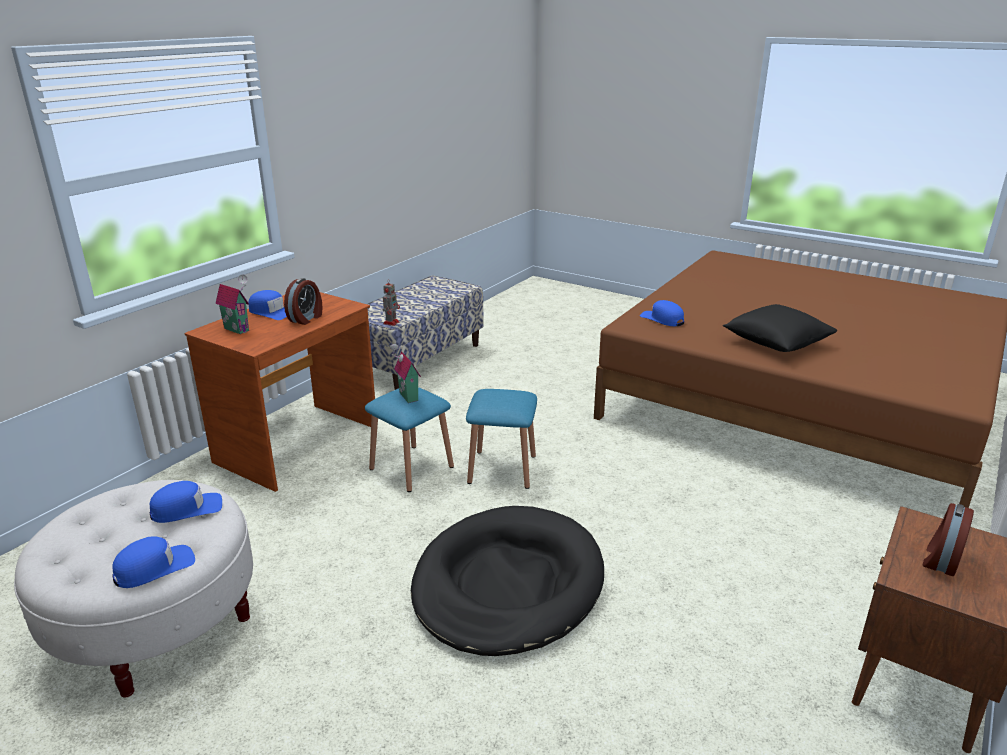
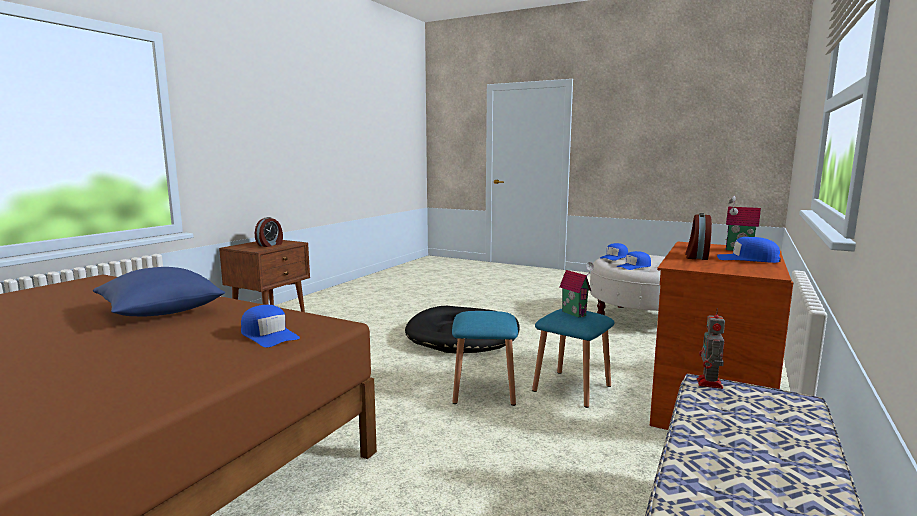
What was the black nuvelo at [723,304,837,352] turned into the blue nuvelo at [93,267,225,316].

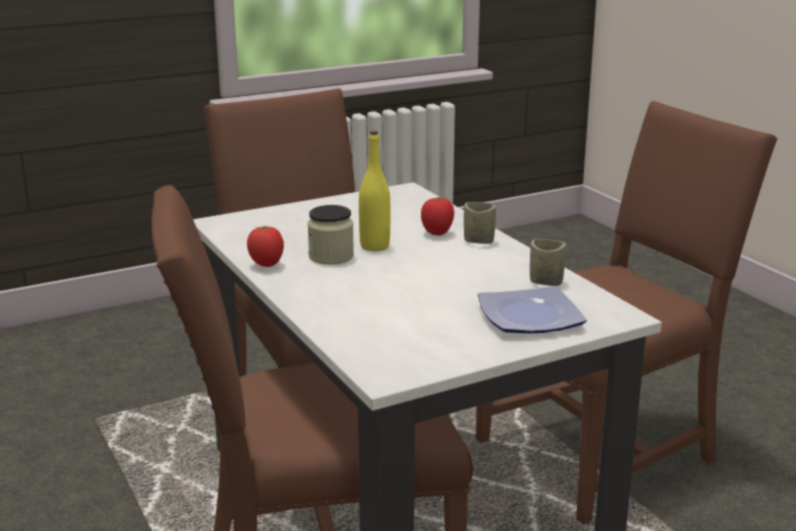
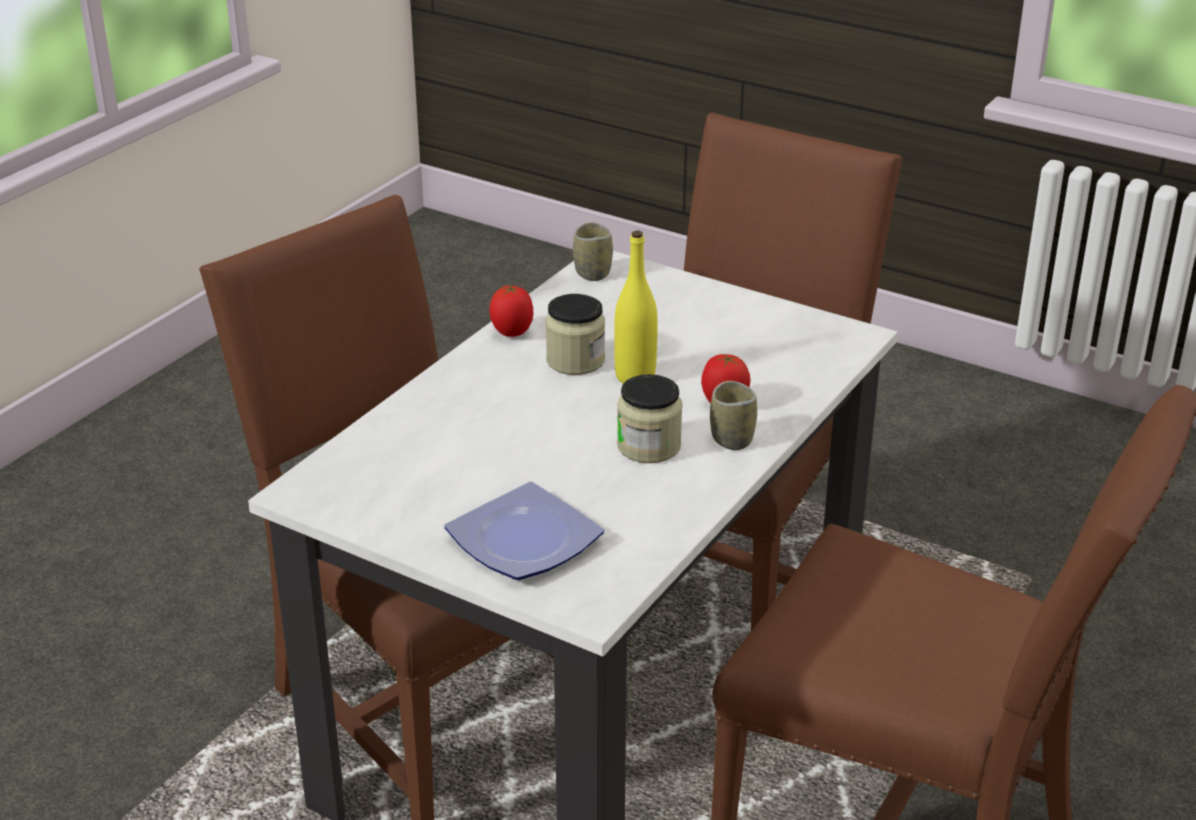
The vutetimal ended up elsewhere, having gone from [530,239,566,286] to [573,222,613,281]. The second view gained the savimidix at [617,374,683,463].

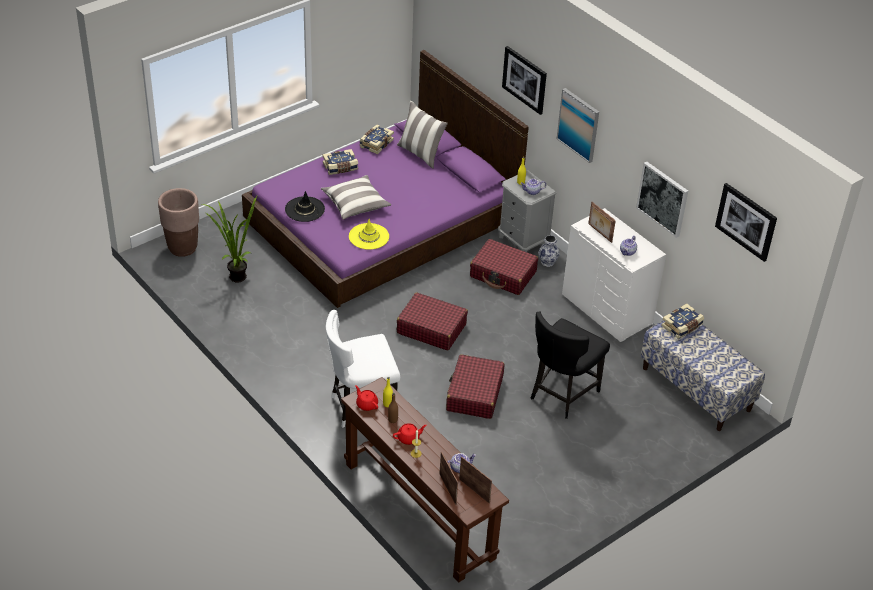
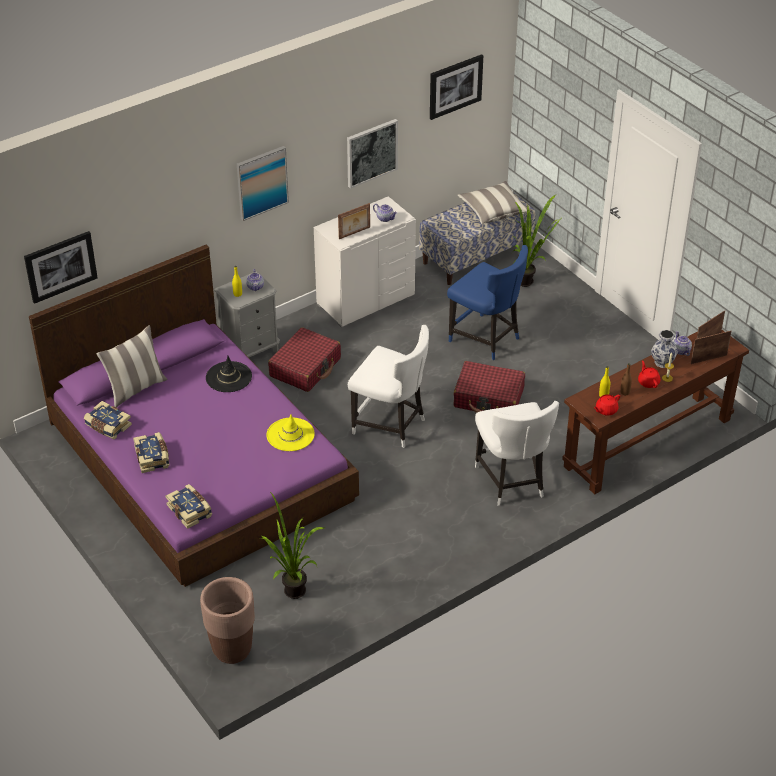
The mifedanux ended up elsewhere, having gone from [502,46,547,115] to [24,231,98,304]. The nuvelo ended up elsewhere, having gone from [321,175,391,220] to [457,181,532,224]. The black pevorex ended up elsewhere, having gone from [285,191,325,222] to [206,356,252,392]. The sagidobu ended up elsewhere, having gone from [538,235,560,267] to [651,330,678,368]. Where the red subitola stood at [397,293,468,350], the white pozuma came to stand at [348,325,429,448]. The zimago ended up elsewhere, having gone from [661,303,704,339] to [166,484,212,529]. What was the black pozuma at [531,312,610,419] turned into the blue pozuma at [447,245,528,360]. The second view gained the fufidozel at [512,195,561,287].

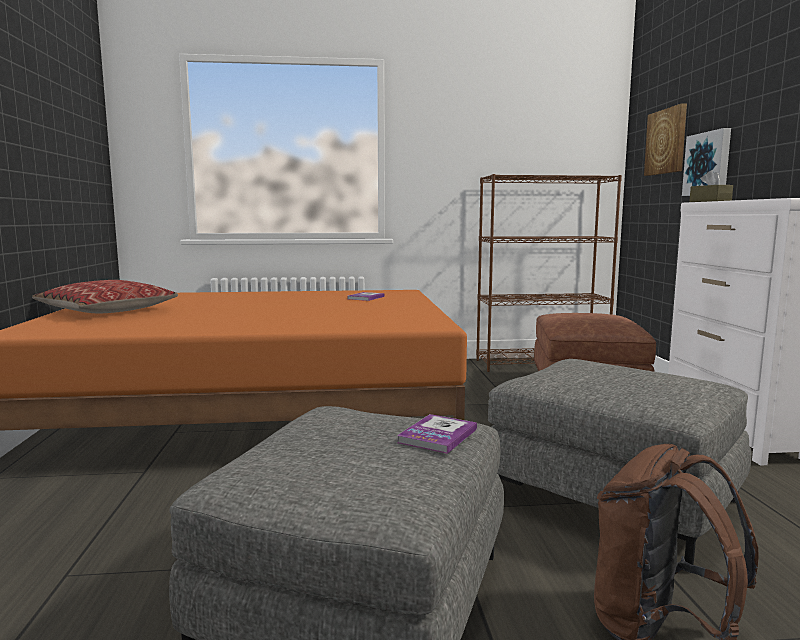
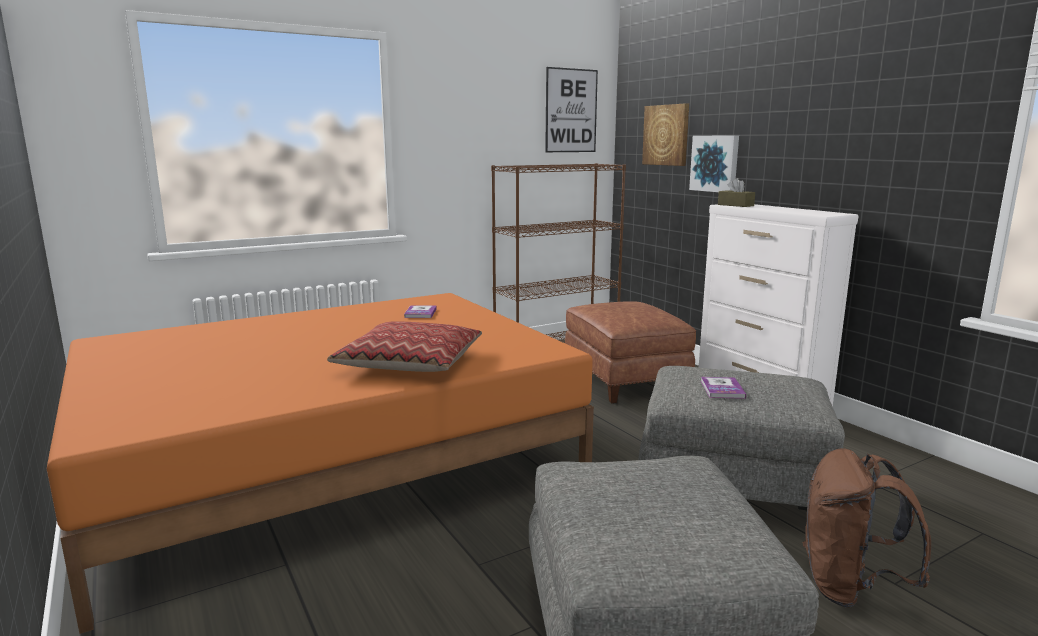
The nuvelo ended up elsewhere, having gone from [32,280,178,313] to [327,321,482,372]. The zimago ended up elsewhere, having gone from [397,414,477,454] to [701,377,746,399]. The second view gained the mifedanux at [545,67,598,152].

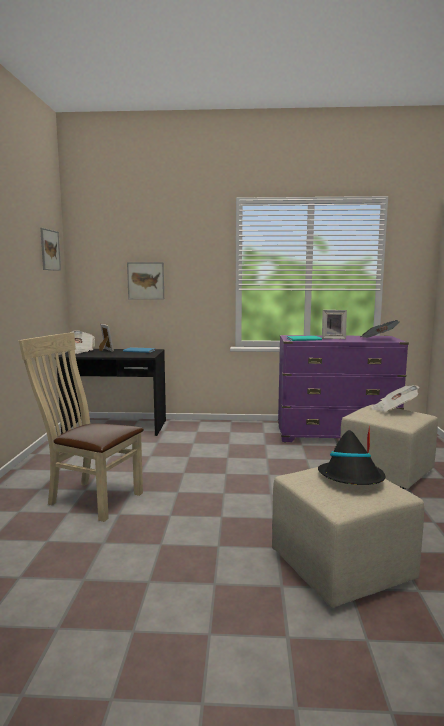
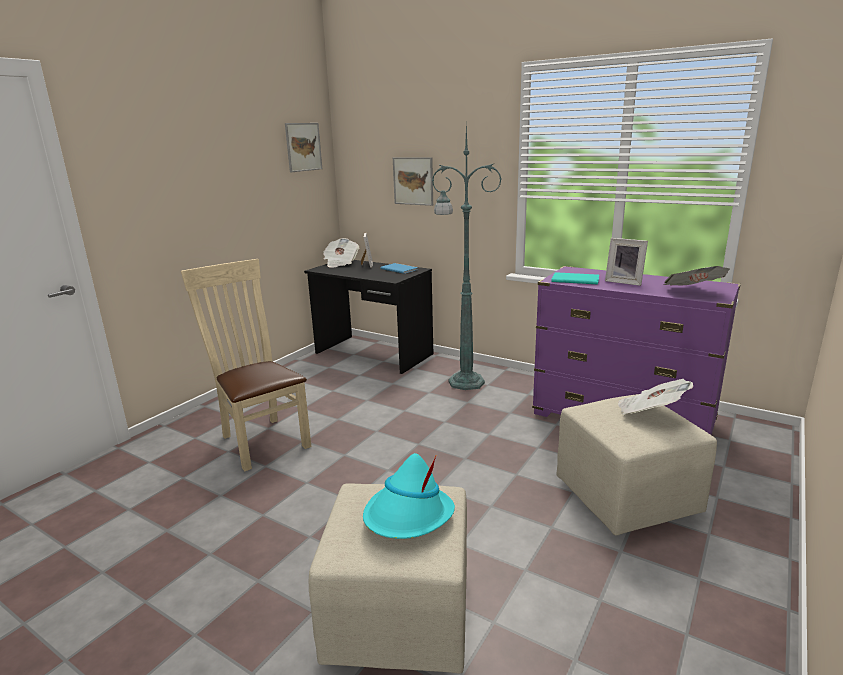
What was the black pevorex at [318,426,385,485] turned into the turquoise pevorex at [363,453,455,539]. The second view gained the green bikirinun at [432,124,502,390].

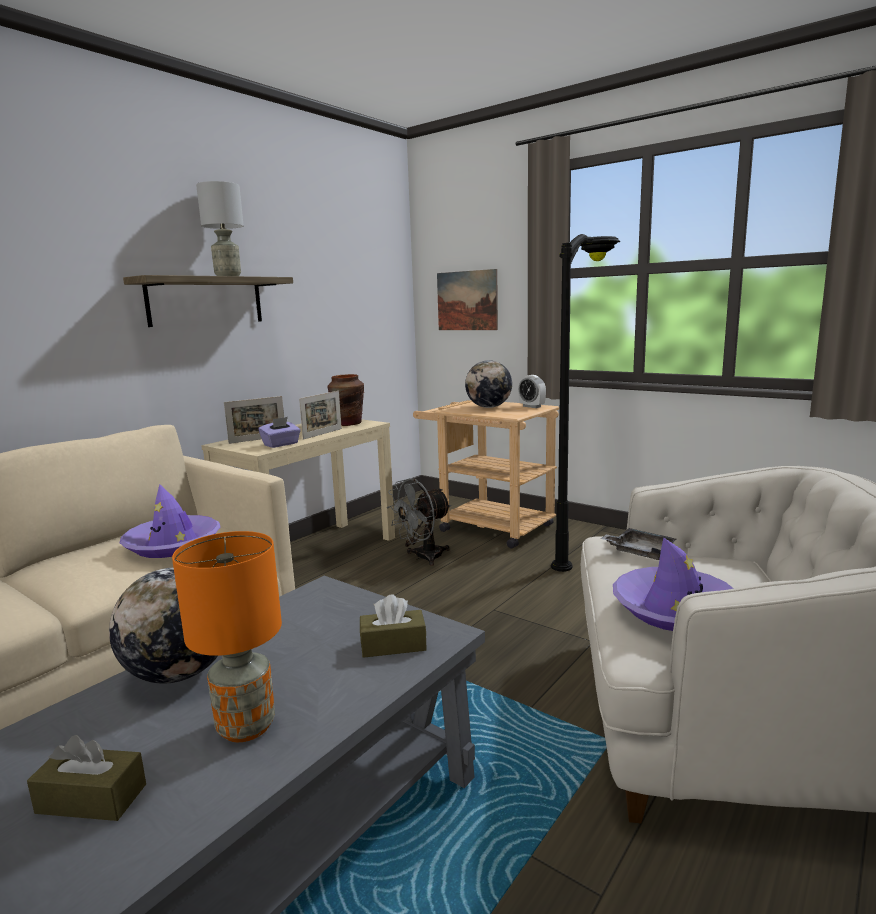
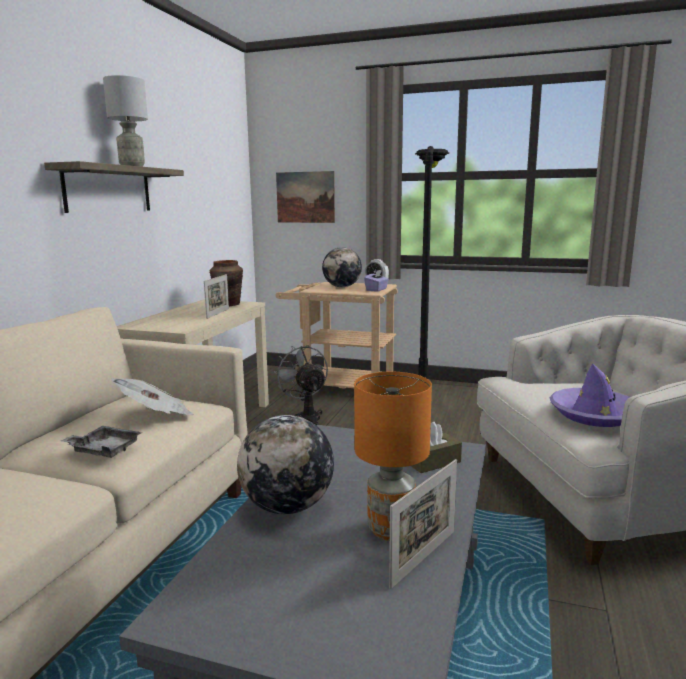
The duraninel ended up elsewhere, having gone from [224,396,284,444] to [389,459,457,589]. The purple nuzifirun ended up elsewhere, having gone from [259,417,301,448] to [364,270,389,292]. The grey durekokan at [387,478,451,566] ended up facing another way, 120 degrees clockwise from before. Where the purple pevorex stood at [120,484,220,558], the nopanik came to stand at [111,378,194,415]. The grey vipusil ended up elsewhere, having gone from [600,528,676,560] to [61,426,142,458]. The second view lost the brown nuzifirun at [27,735,146,821].

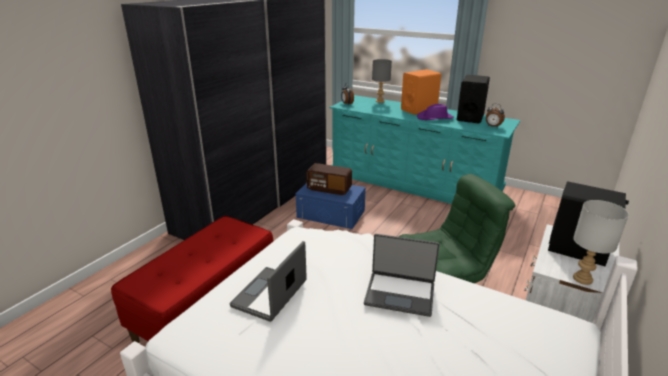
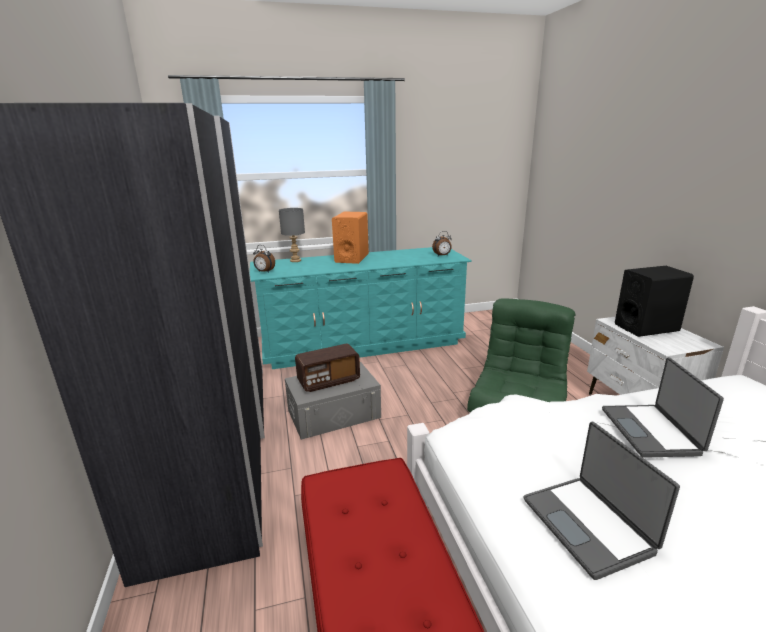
The second view lost the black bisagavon at [457,75,490,124]. The second view lost the purple pevorex at [417,104,454,120]. What was the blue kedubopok at [296,183,366,229] turned into the grey kedubopok at [285,362,381,440]. The second view lost the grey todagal at [573,200,629,285]. The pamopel at [364,234,439,317] ended up facing another way, 120 degrees clockwise from before.

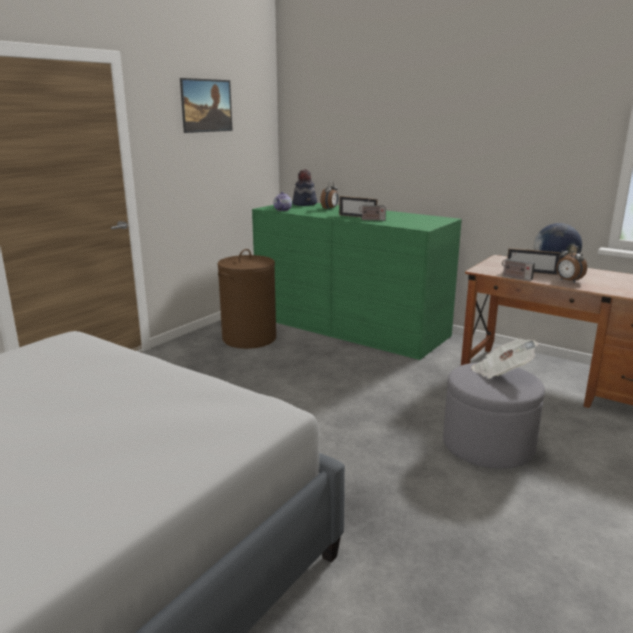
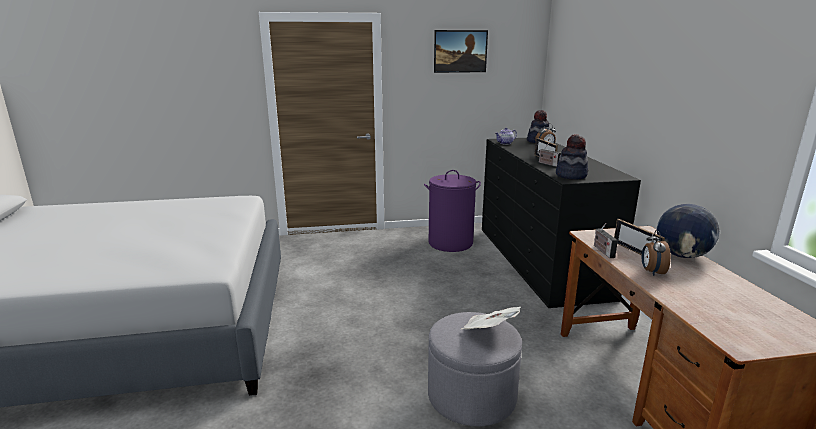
What was the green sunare at [252,201,462,360] turned into the black sunare at [482,138,641,308]. What was the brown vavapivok at [217,249,276,349] turned into the purple vavapivok at [424,170,481,252]. The second view gained the pevorex at [556,134,588,180].

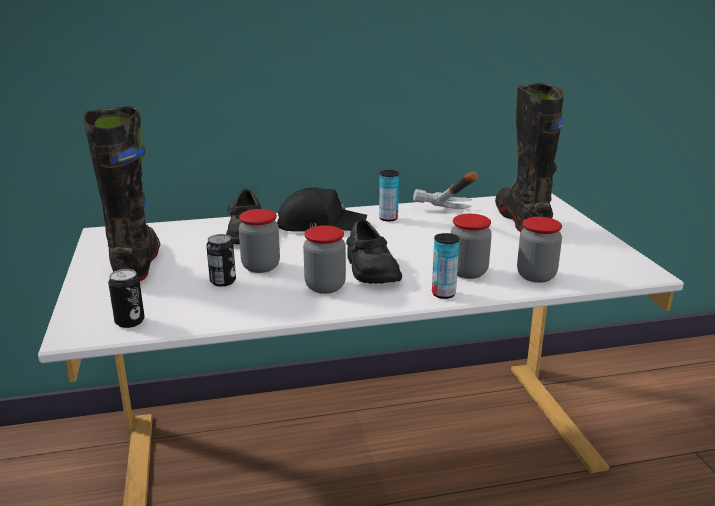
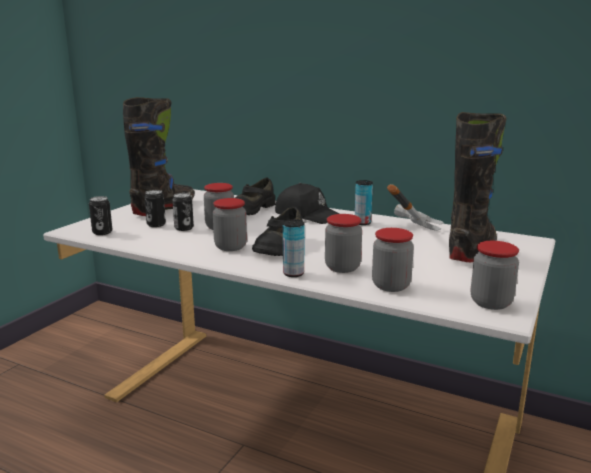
The second view gained the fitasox at [144,190,166,227]. The second view gained the savimidix at [471,241,519,310].

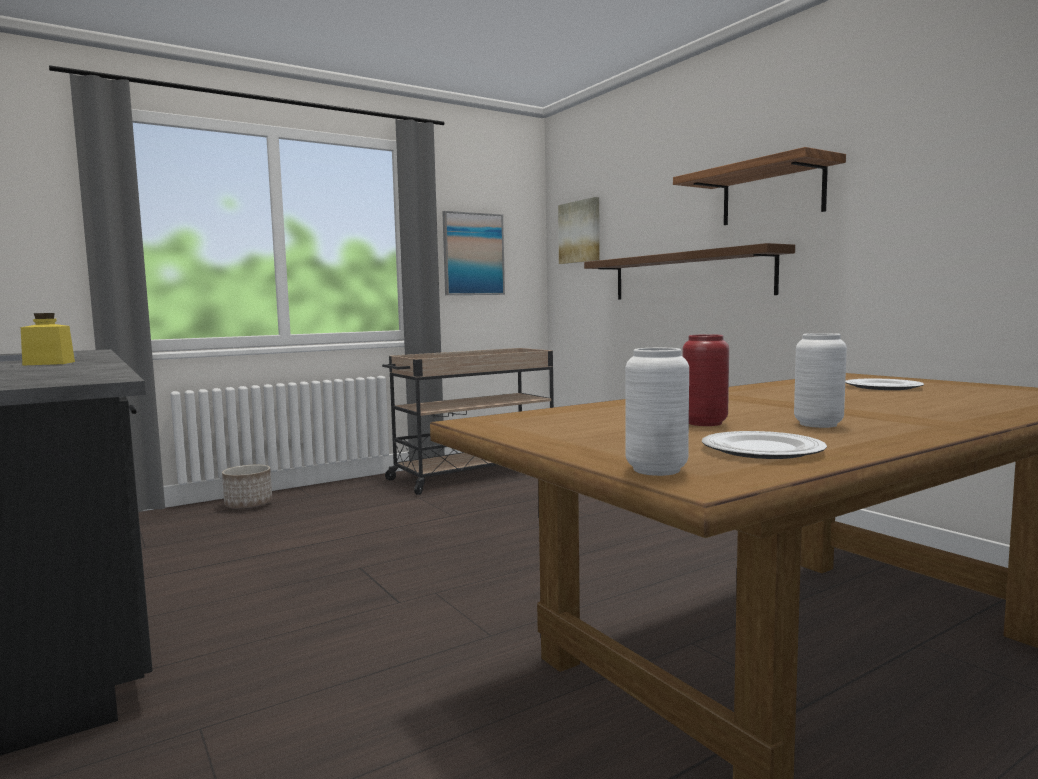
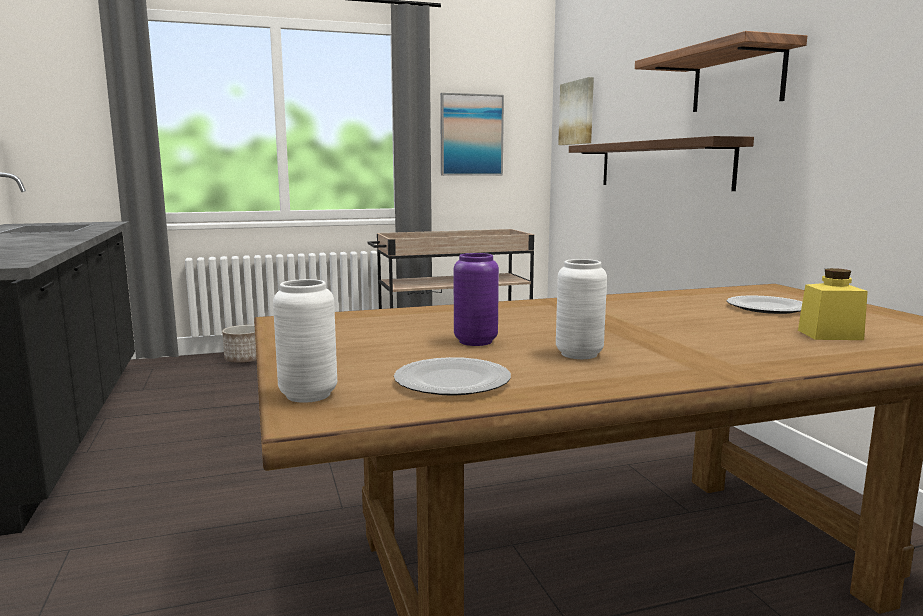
The yellow savimidix ended up elsewhere, having gone from [21,313,75,366] to [798,268,868,340]. What was the red sagidobu at [683,334,729,426] turned into the purple sagidobu at [454,253,499,346].

